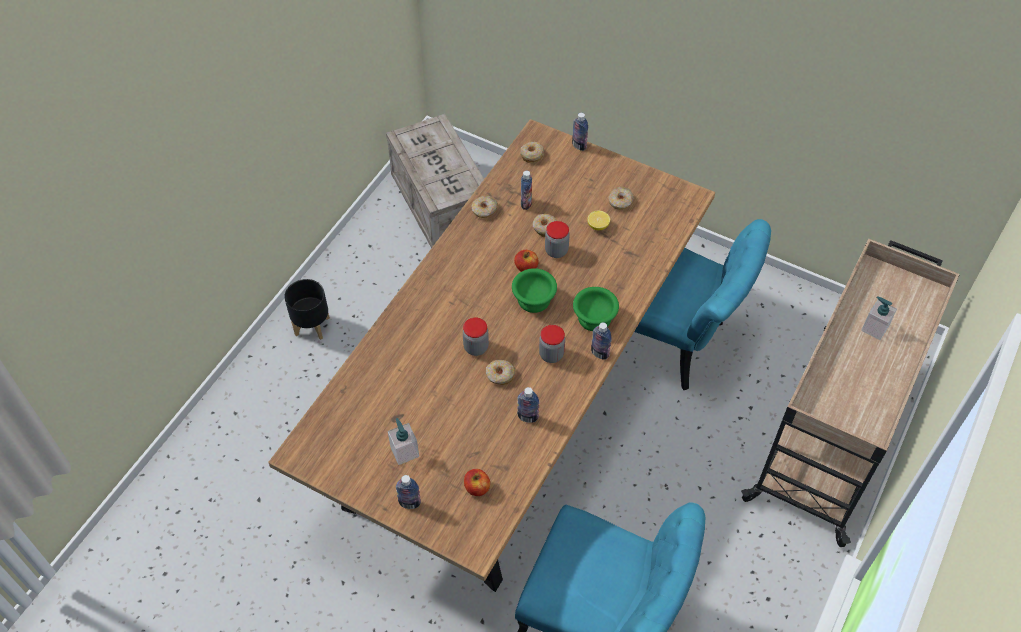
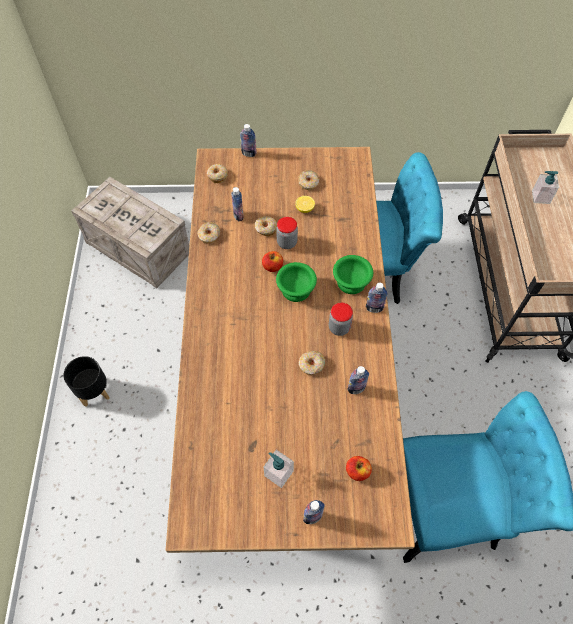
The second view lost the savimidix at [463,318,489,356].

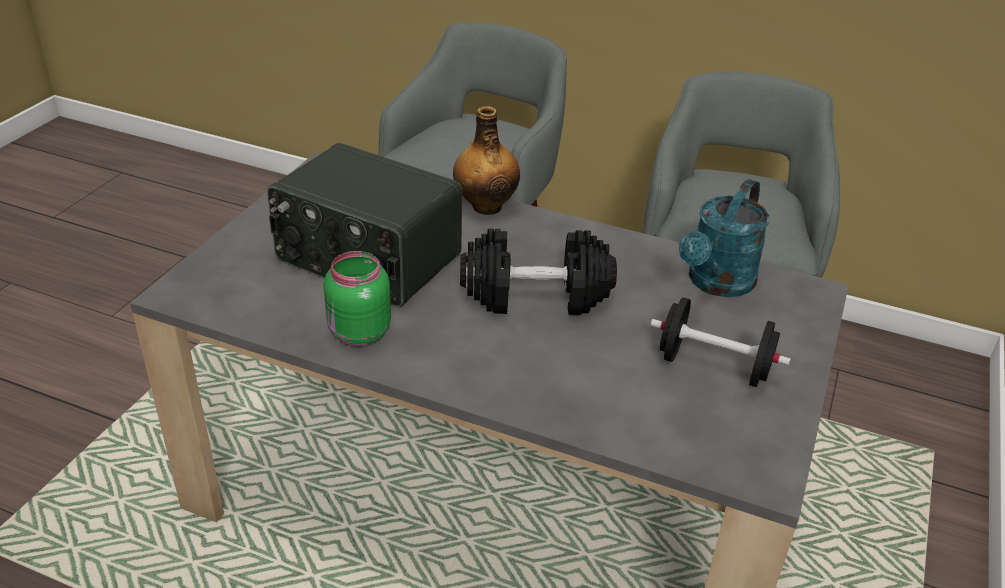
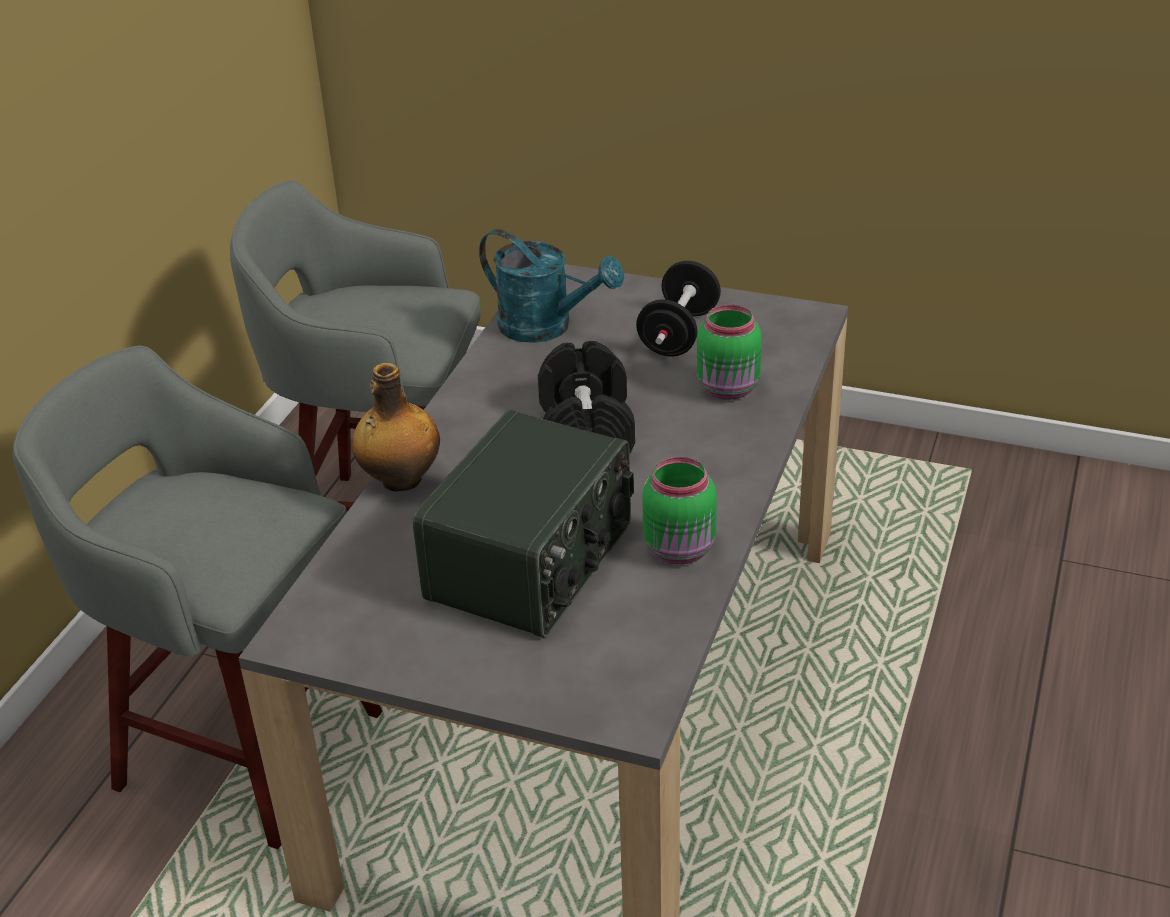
The second view gained the green savimidix at [697,304,762,400].

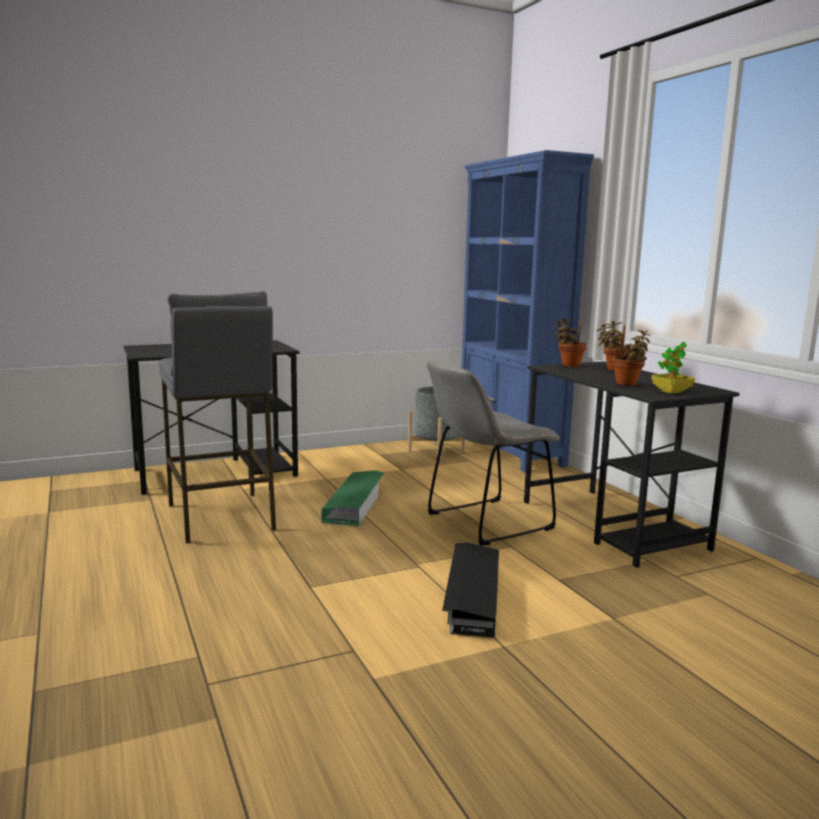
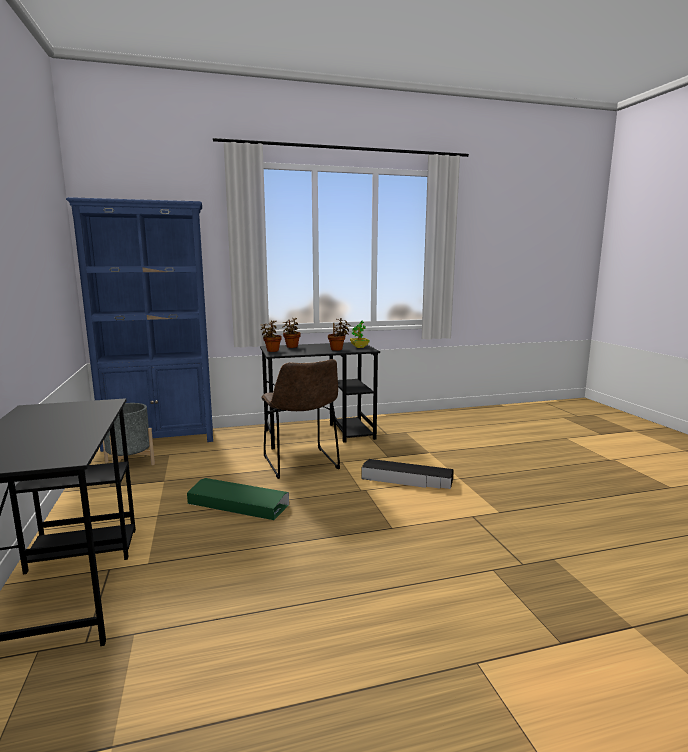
The second view lost the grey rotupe at [159,291,276,543]. What was the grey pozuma at [427,360,560,545] turned into the brown pozuma at [261,359,340,479].

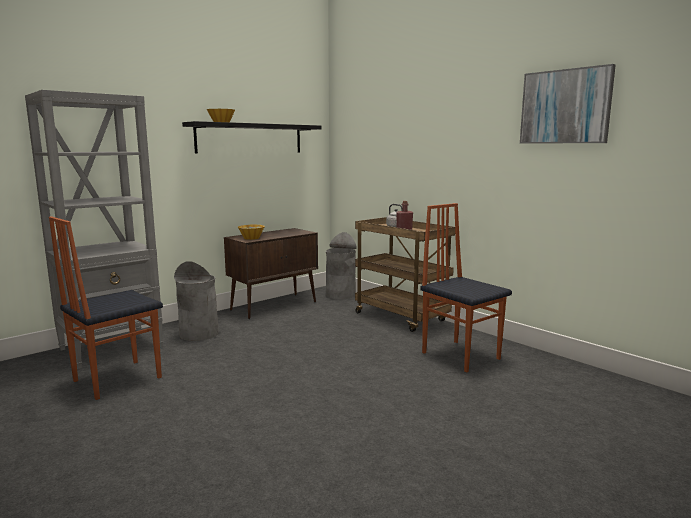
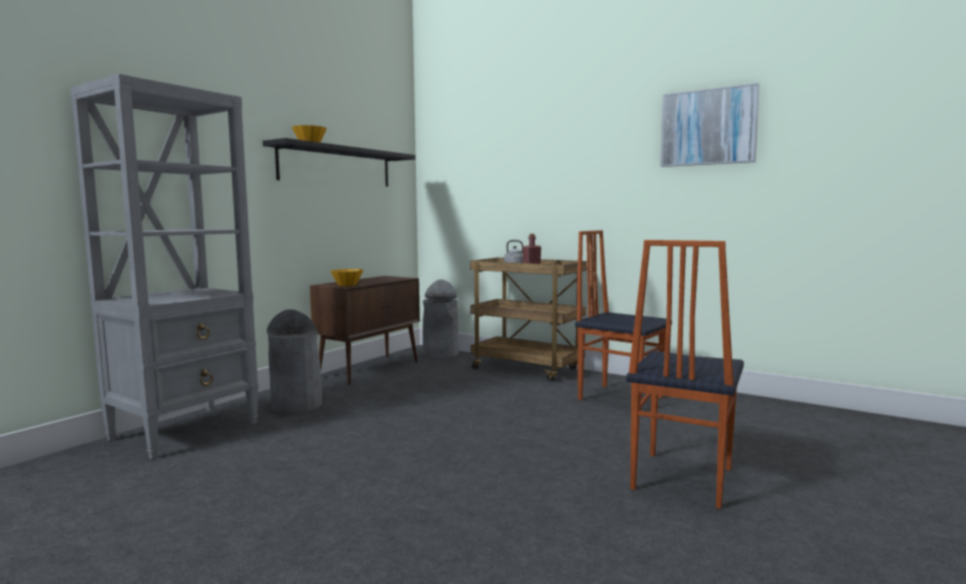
The pozuma ended up elsewhere, having gone from [49,216,163,400] to [626,240,744,509].

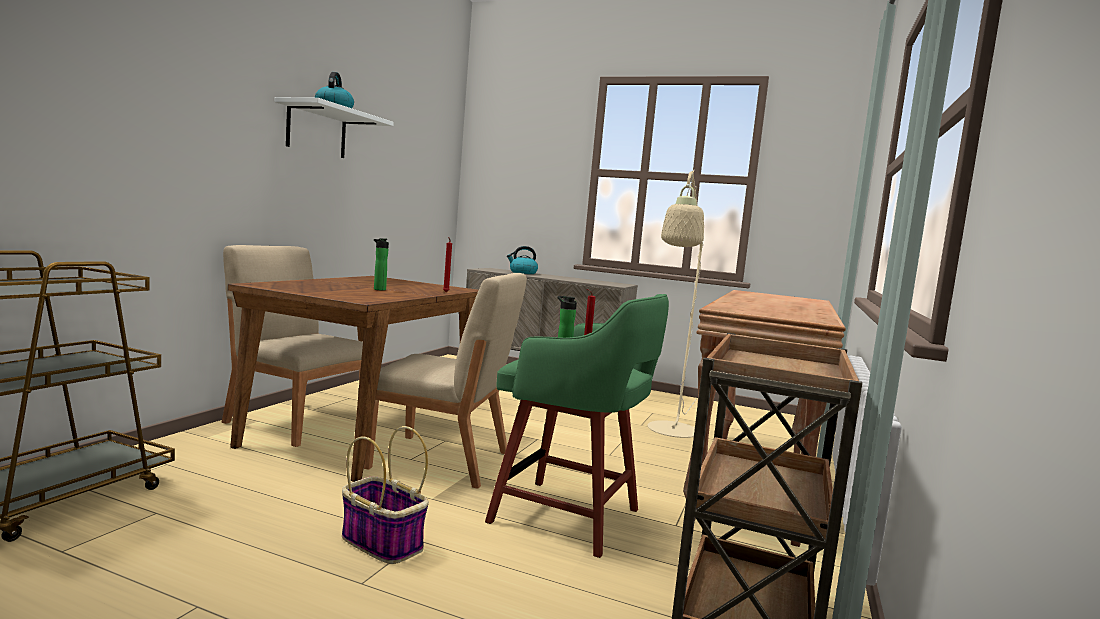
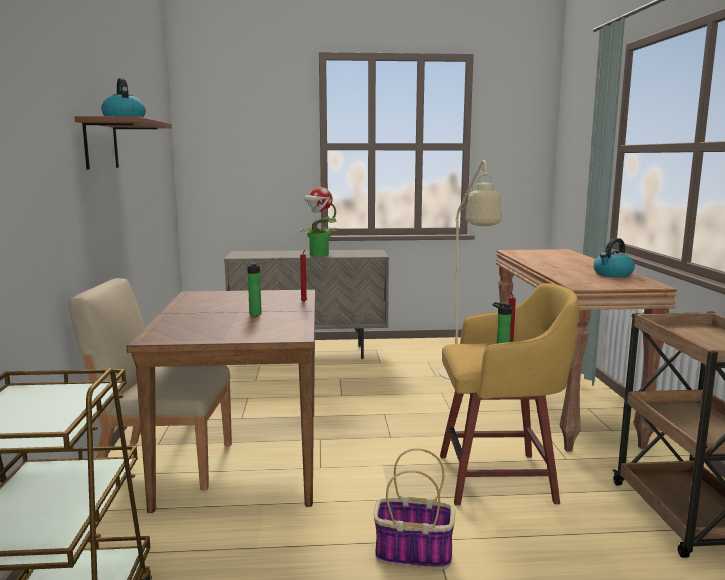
What was the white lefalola at [275,97,394,158] turned into the brown lefalola at [75,116,172,169]. The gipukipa ended up elsewhere, having gone from [507,246,538,274] to [593,238,635,277]. The second view lost the beige pozuma at [364,273,527,489]. What was the green rotupe at [485,294,669,558] turned into the yellow rotupe at [440,283,579,505]. The second view gained the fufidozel at [297,187,339,257].

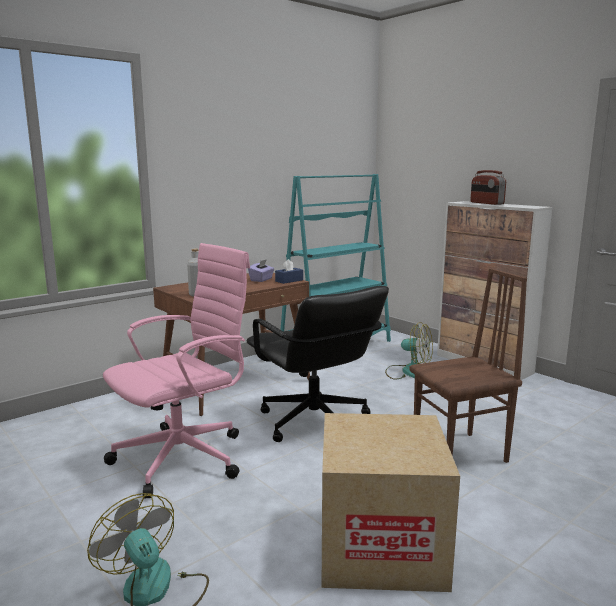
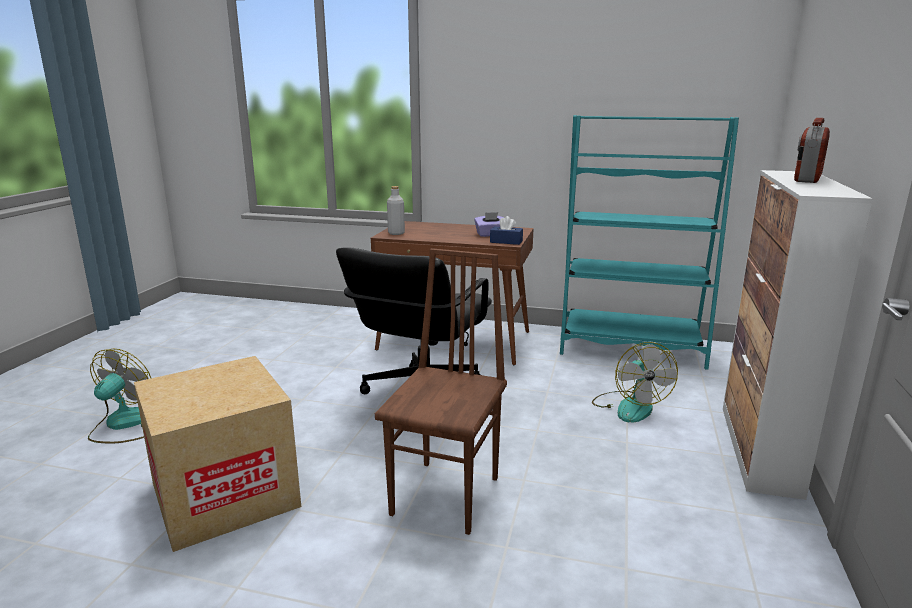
The second view lost the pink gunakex at [103,243,250,498]. The brown pozuma at [409,268,527,463] ended up facing another way, 105 degrees counterclockwise from before.

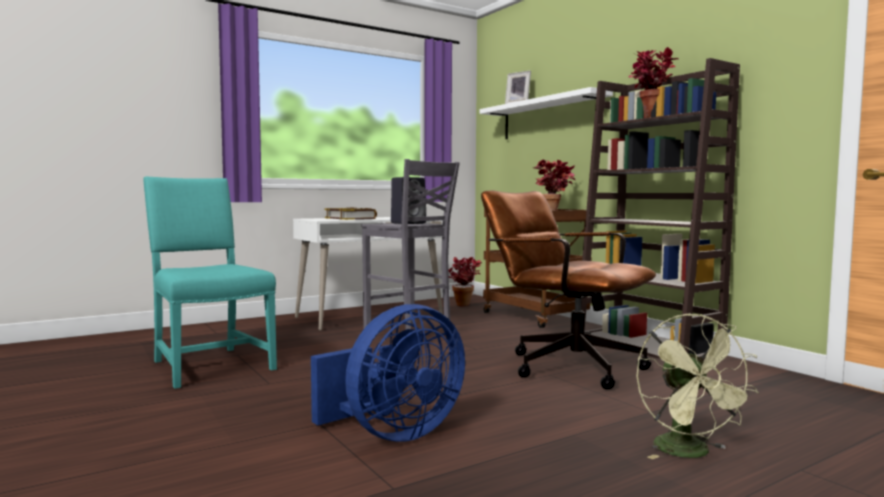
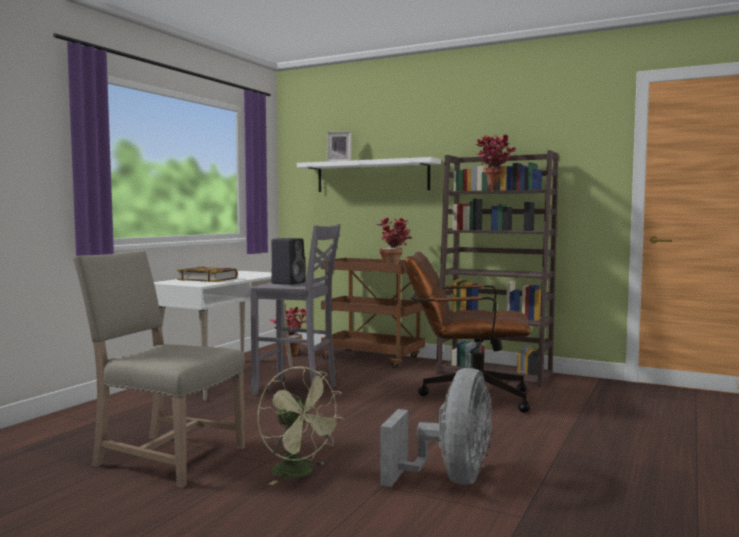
What was the turquoise pozuma at [143,177,277,389] turned into the beige pozuma at [73,250,245,488]. What was the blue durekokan at [311,304,465,442] turned into the grey durekokan at [380,368,492,487]. The green durekokan ended up elsewhere, having gone from [636,313,759,459] to [258,366,344,485].

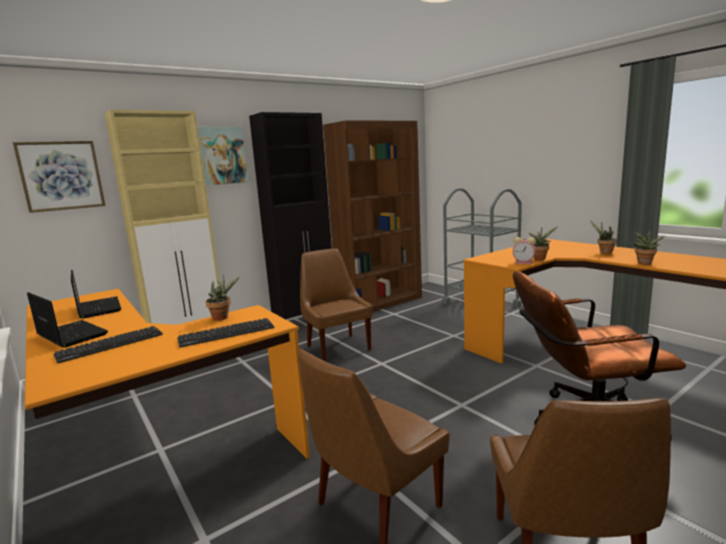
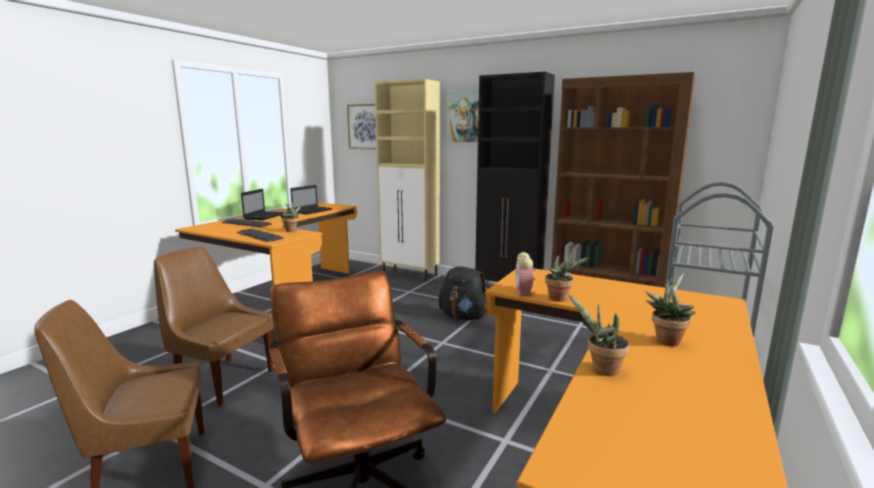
Where the brown pozuma stood at [300,248,373,362], the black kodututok came to stand at [439,266,487,320].

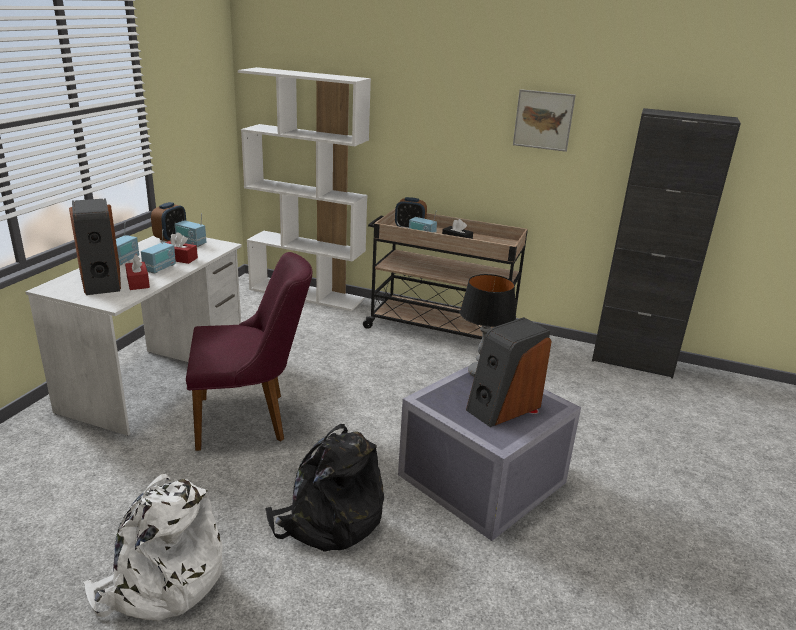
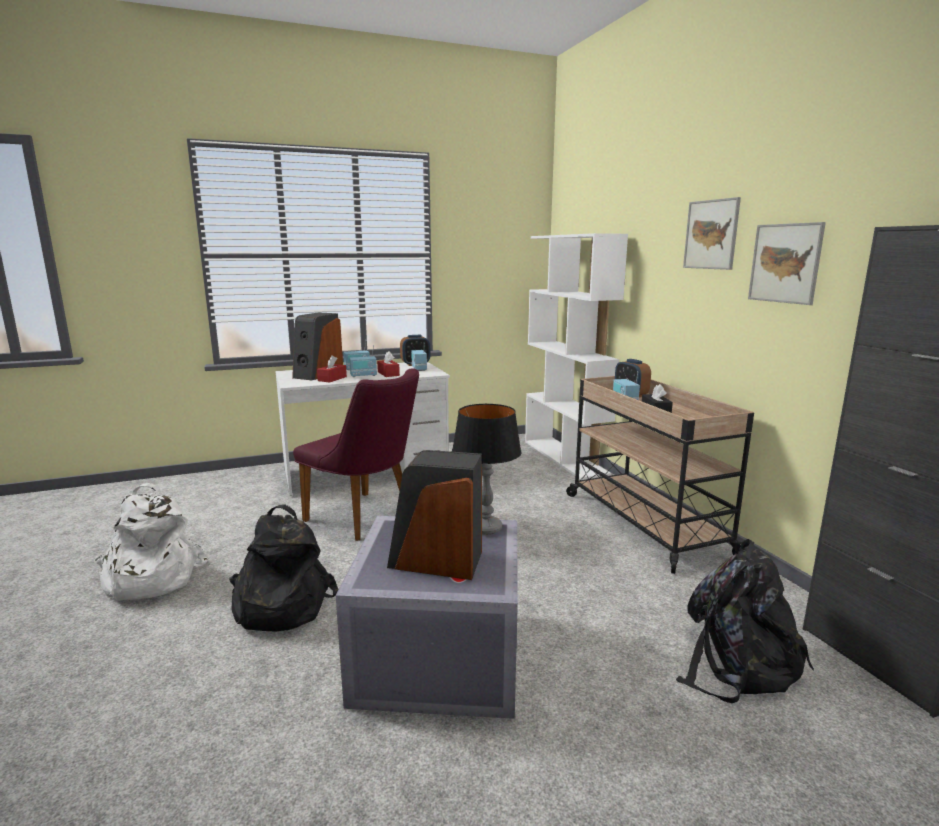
The second view gained the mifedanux at [683,197,741,270]. The second view gained the black kodututok at [676,539,814,703].

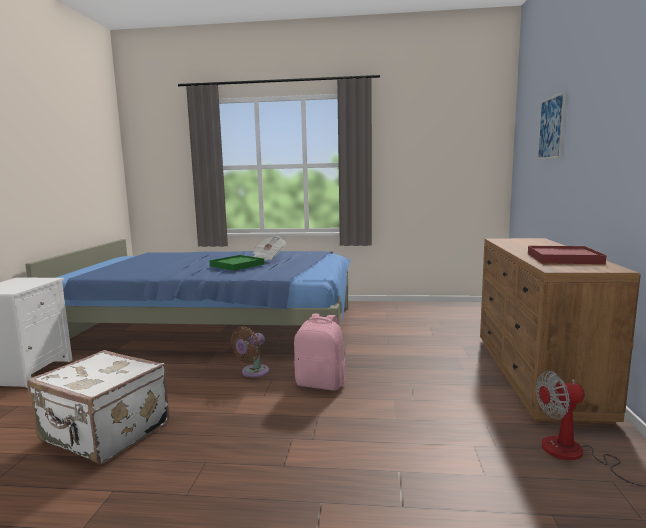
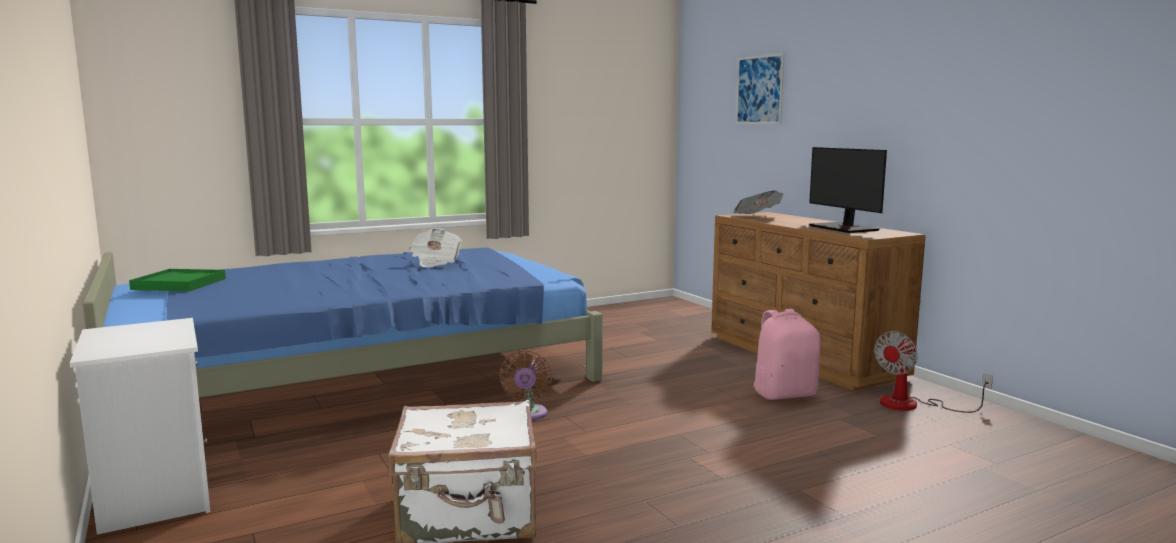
Where the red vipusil stood at [528,246,607,264], the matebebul came to stand at [809,147,887,233]. The green vipusil ended up elsewhere, having gone from [209,255,265,271] to [129,269,226,291]. The pink kodututok ended up elsewhere, having gone from [294,314,346,391] to [753,309,821,400]. The second view gained the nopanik at [733,190,784,214].

